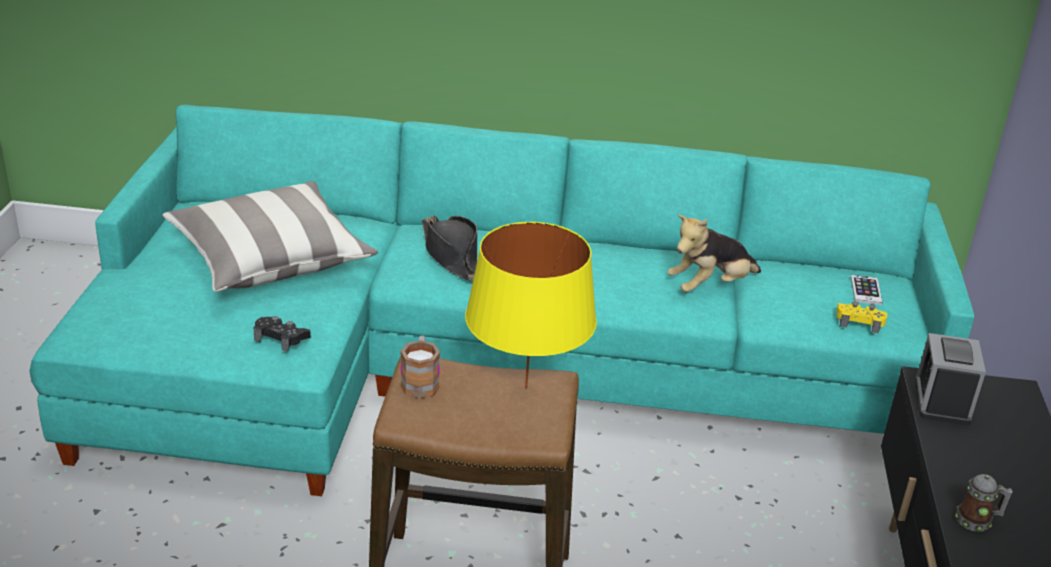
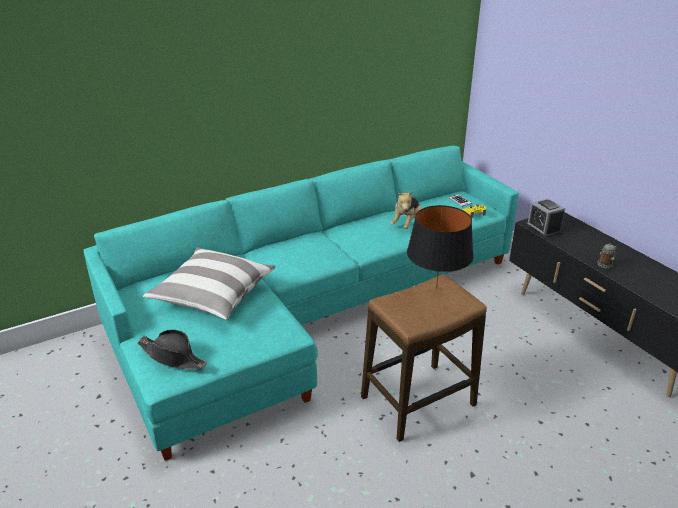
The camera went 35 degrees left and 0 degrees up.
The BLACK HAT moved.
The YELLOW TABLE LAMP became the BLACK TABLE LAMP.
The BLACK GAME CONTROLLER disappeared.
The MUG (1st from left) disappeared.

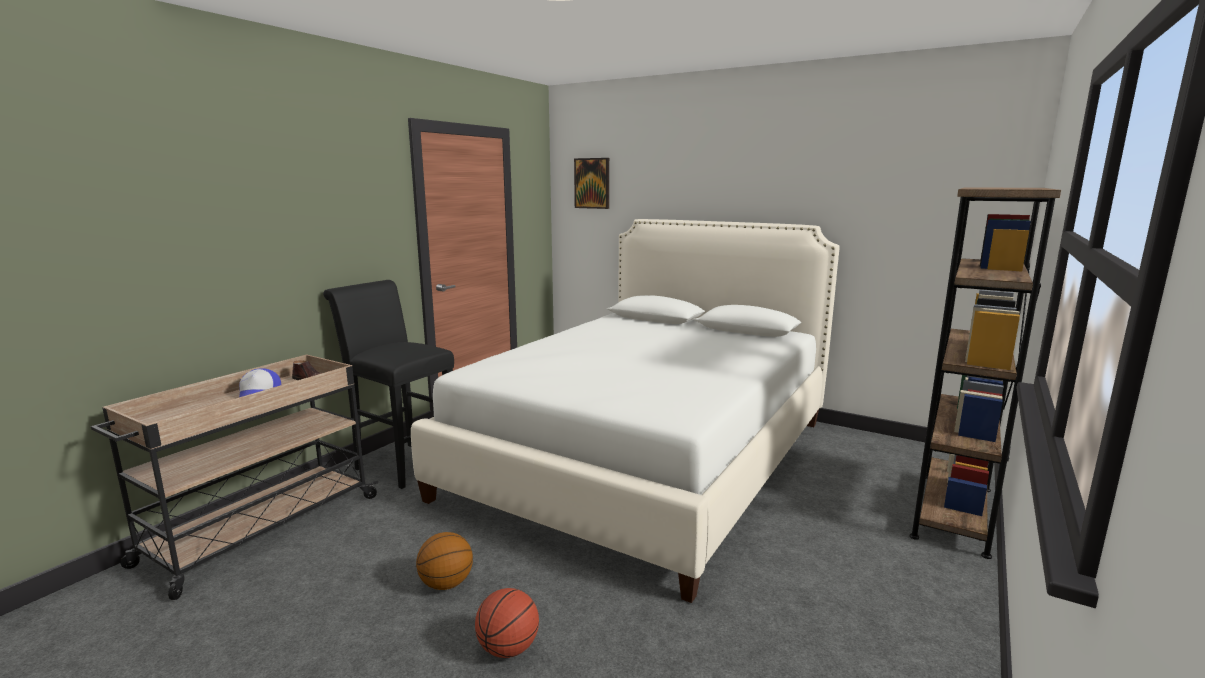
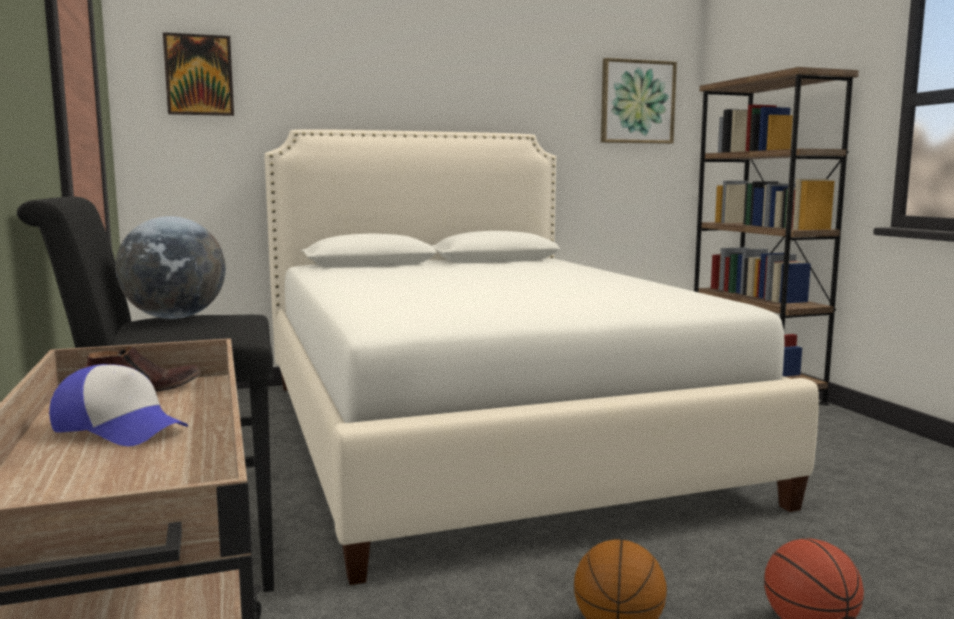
The camera went 50 degrees left and 5 degrees down.
The PICTURE (2nd from left) appeared.
The GLOBE appeared.

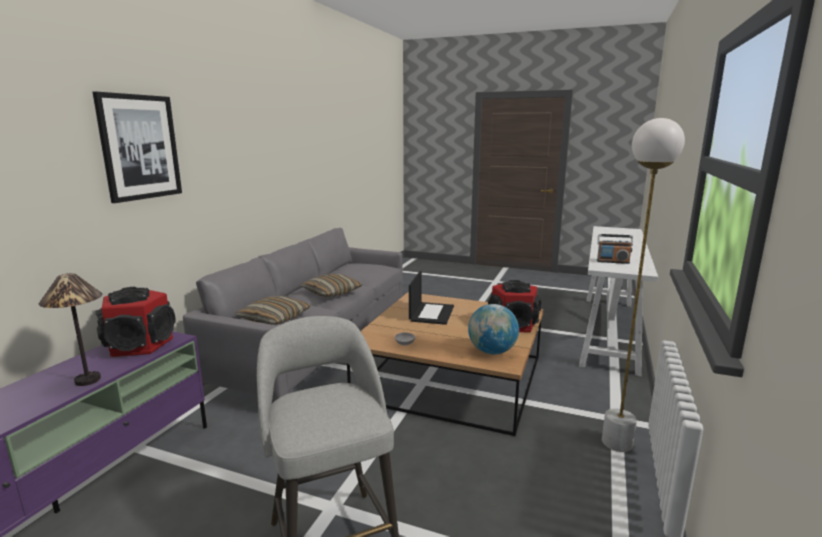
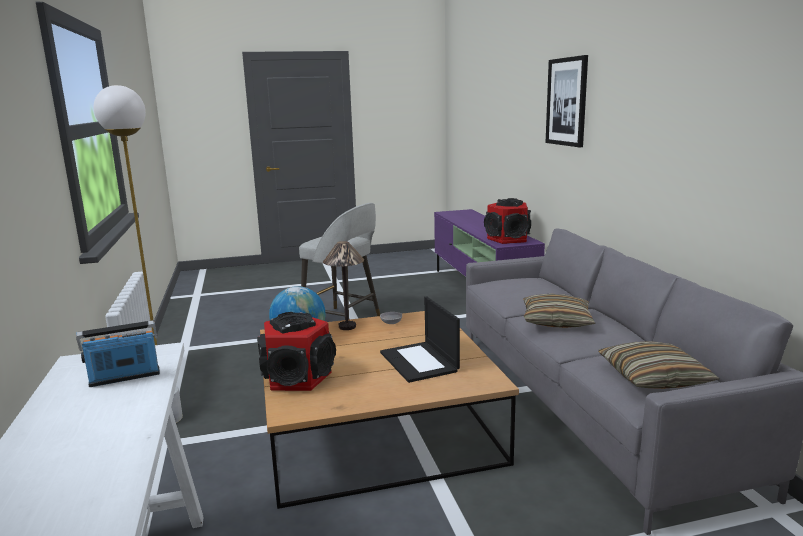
The camera went 145 degrees right and 0 degrees up.
The TABLE LAMP moved.
The PILLOW (1st from left in the first image) moved.

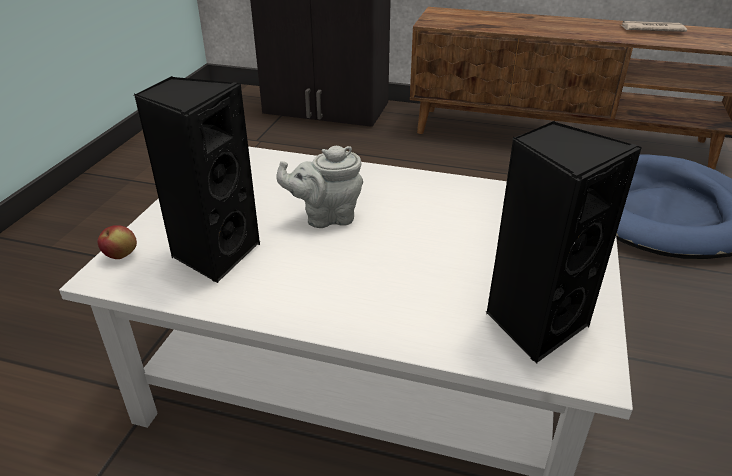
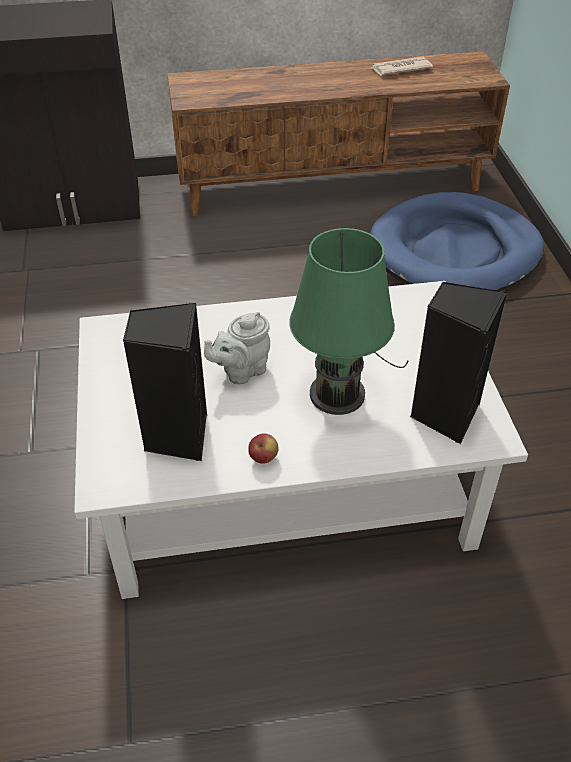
The camera went 25 degrees left and 10 degrees up.
The APPLE moved.
The GREEN TABLE LAMP appeared.

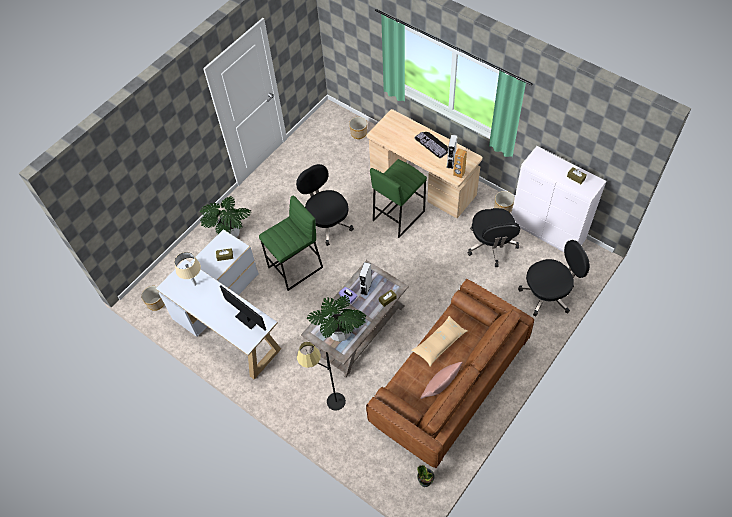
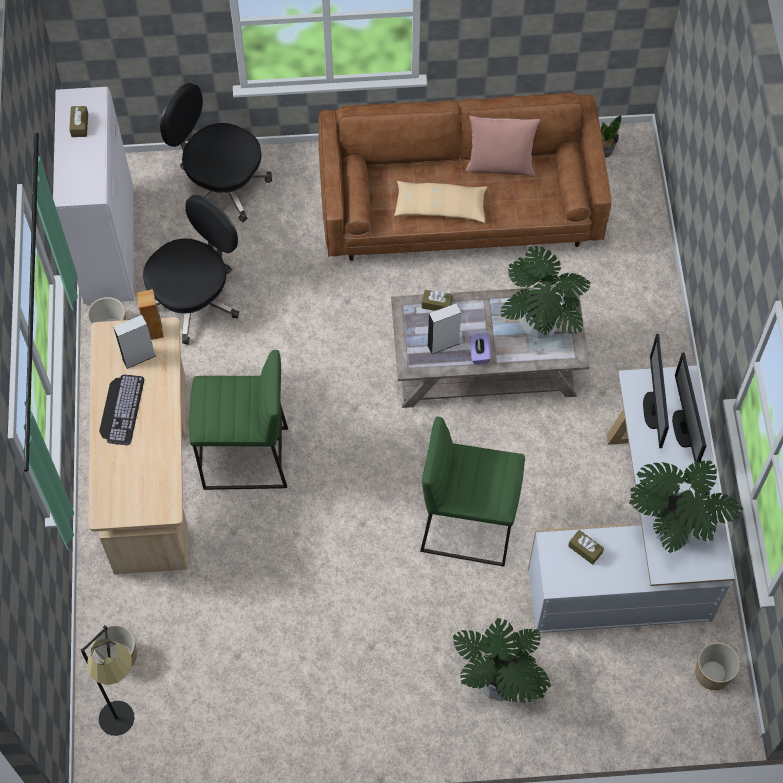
The camera went 135 degrees left and 5 degrees up.
The BLACK OFFICE CHAIR (1st from left) disappeared.
The BEIGE TABLE LAMP was replaced by the POTTED PLANT (4th from left).
The BLACK FLOOR LAMP moved.
The MONITOR (2nd from left) appeared.

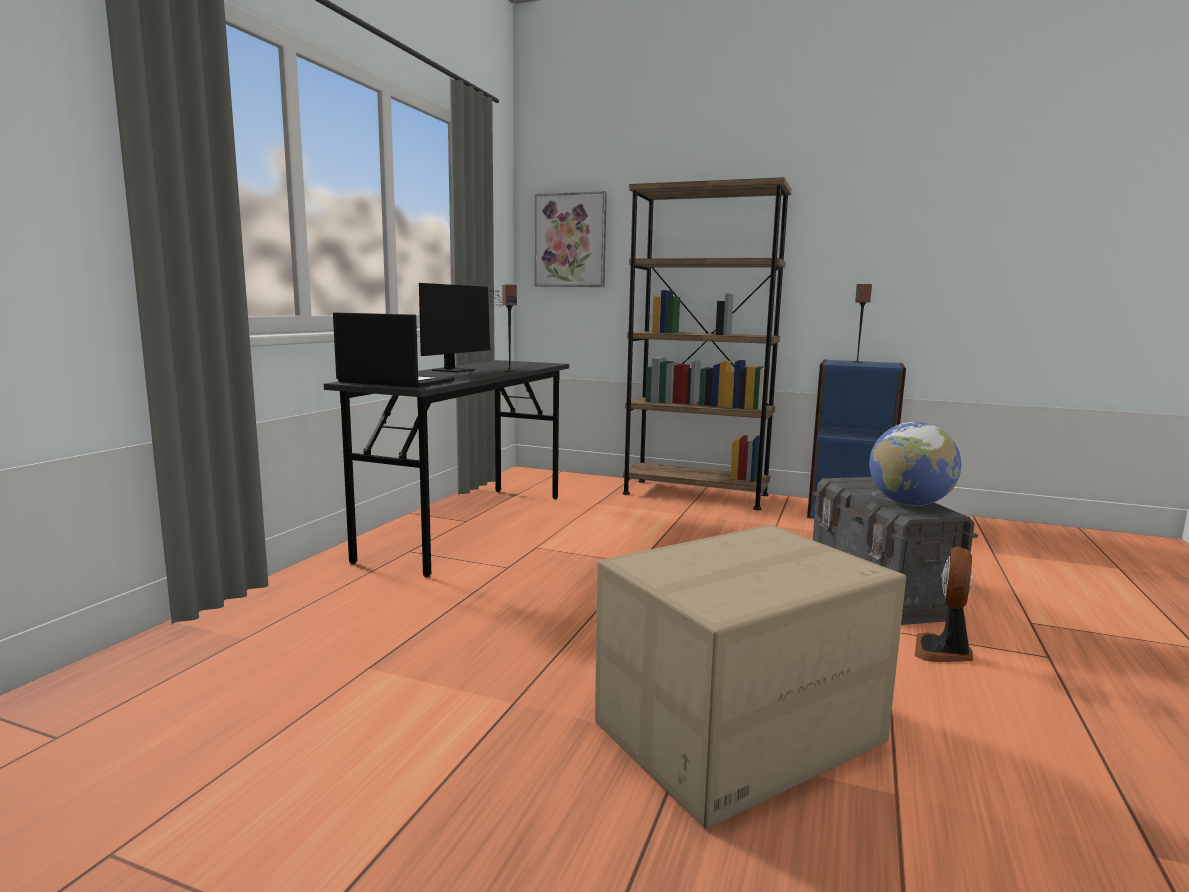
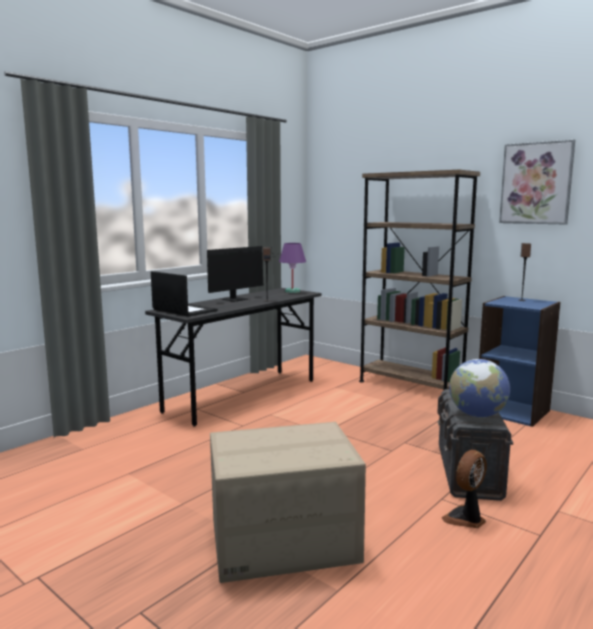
The camera went 20 degrees right and 0 degrees up.
The PICTURE moved.
The PURPLE TABLE LAMP appeared.

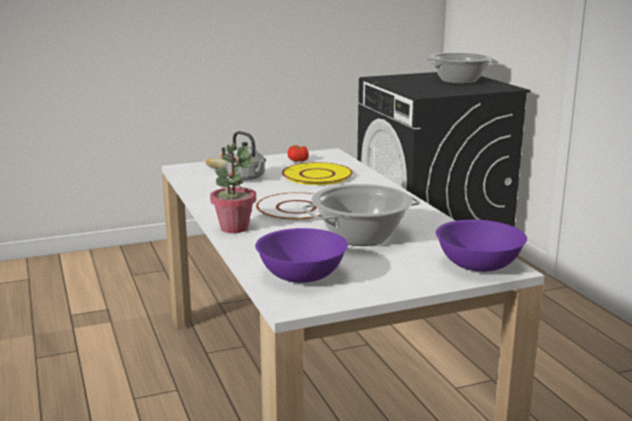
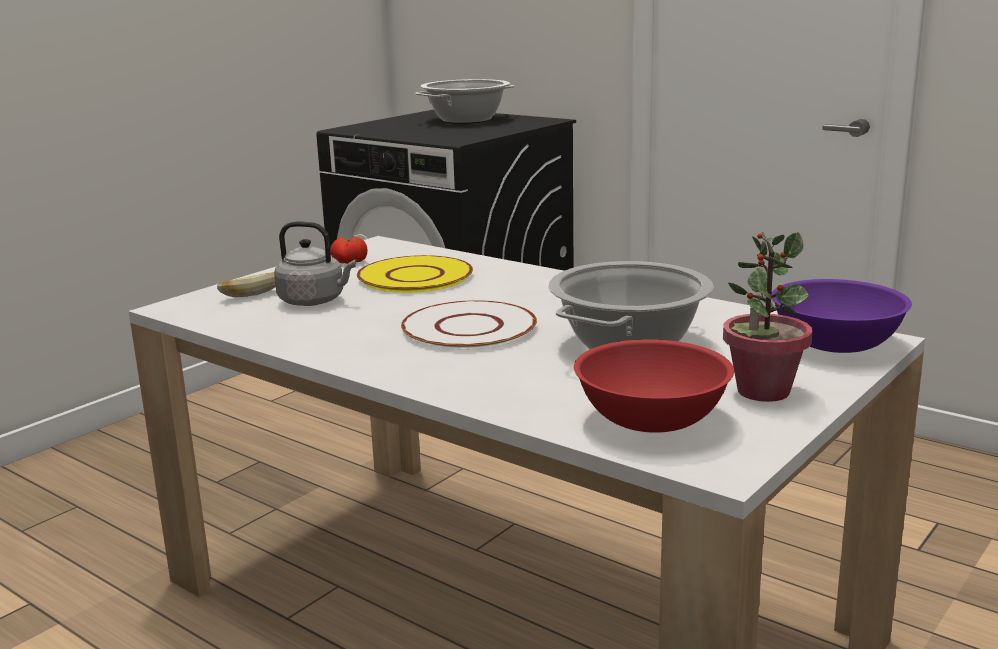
The camera went 30 degrees left and 0 degrees up.
The POTTED PLANT moved.
The PURPLE BOWL (1st from left) became the RED BOWL.

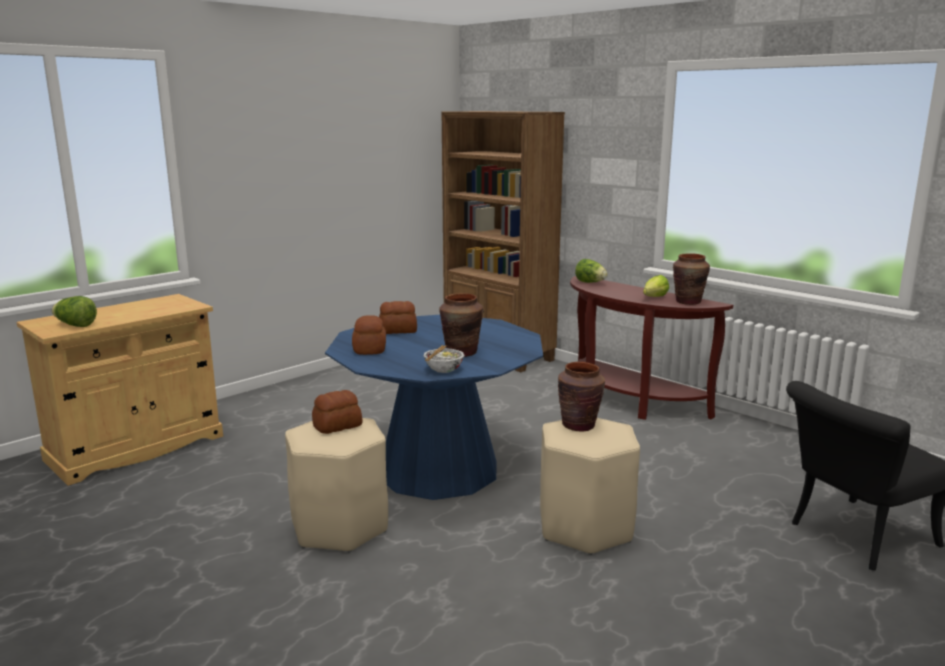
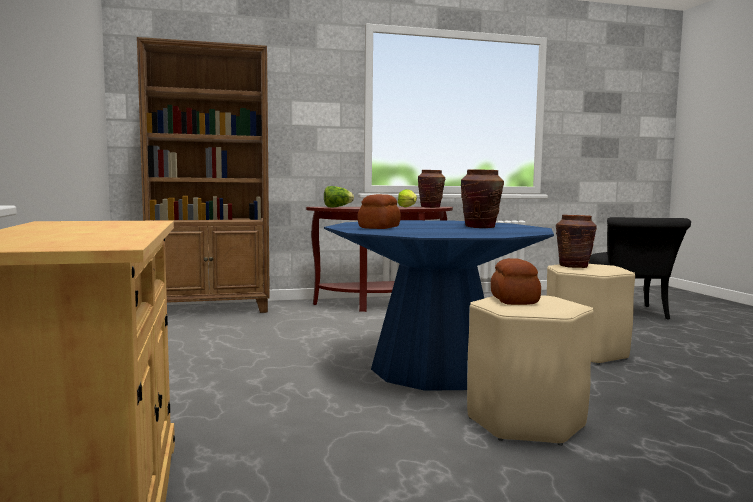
The camera went 60 degrees left and 10 degrees down.
The LETTUCE (1st from left) disappeared.
The BREAD (2nd from left) disappeared.
The BOWL disappeared.

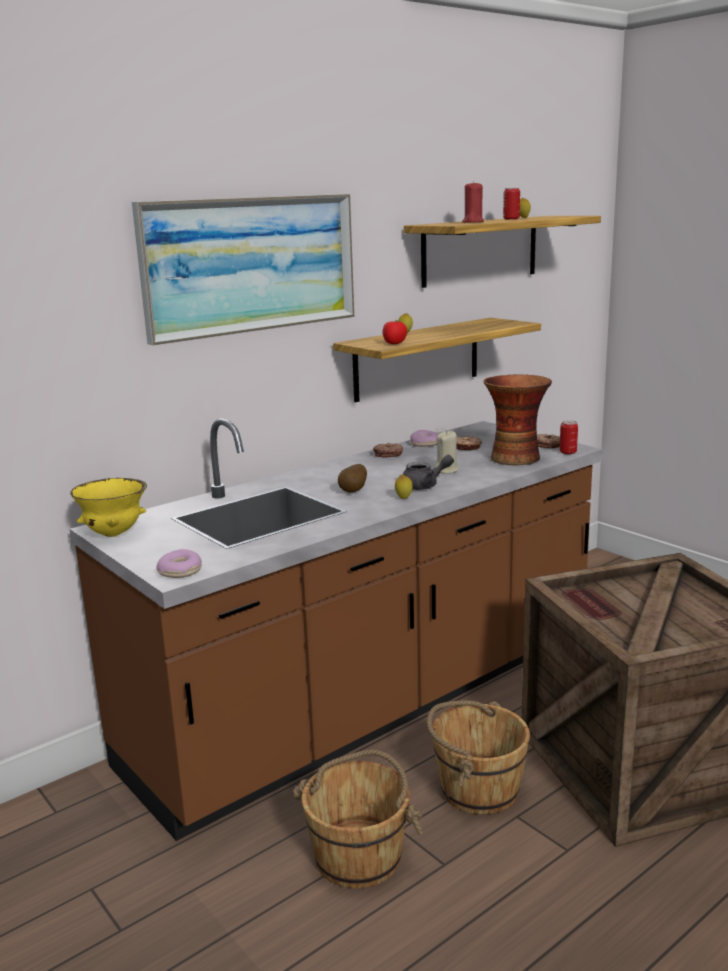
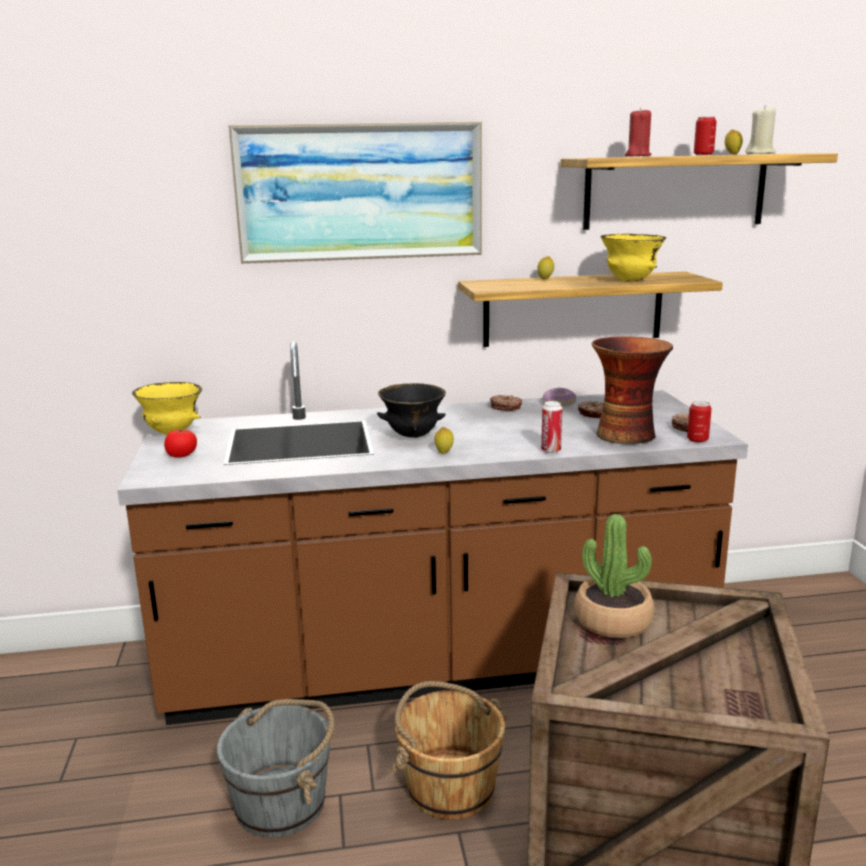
The camera went 30 degrees right and 0 degrees up.
The TOMATO moved.
The BEIGE CANDLE moved.
The GREY TEAPOT disappeared.
The POTATO was replaced by the BLACK BOWL.
The DONUT (1st from left) disappeared.
The BROWN BUCKET (1st from left) became the GREY BUCKET.
The YELLOW BOWL (2nd from left) appeared.
The CAN (1st from left) appeared.
The POTTED PLANT appeared.

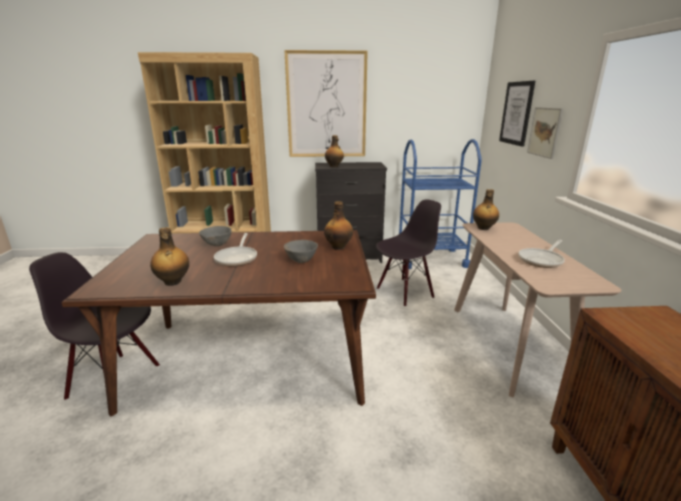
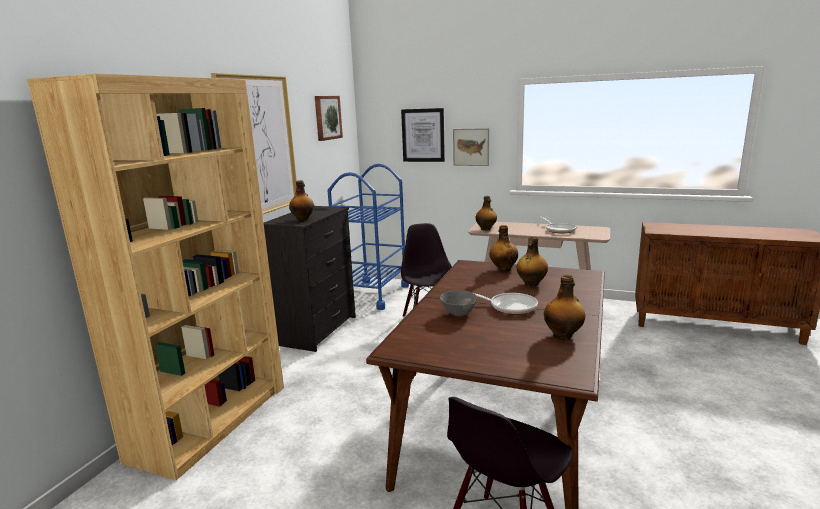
The camera went 65 degrees left and 5 degrees down.
The GREY BOWL (2nd from left) was replaced by the BOTTLE (4th from left).
The PICTURE (2nd from left) appeared.

